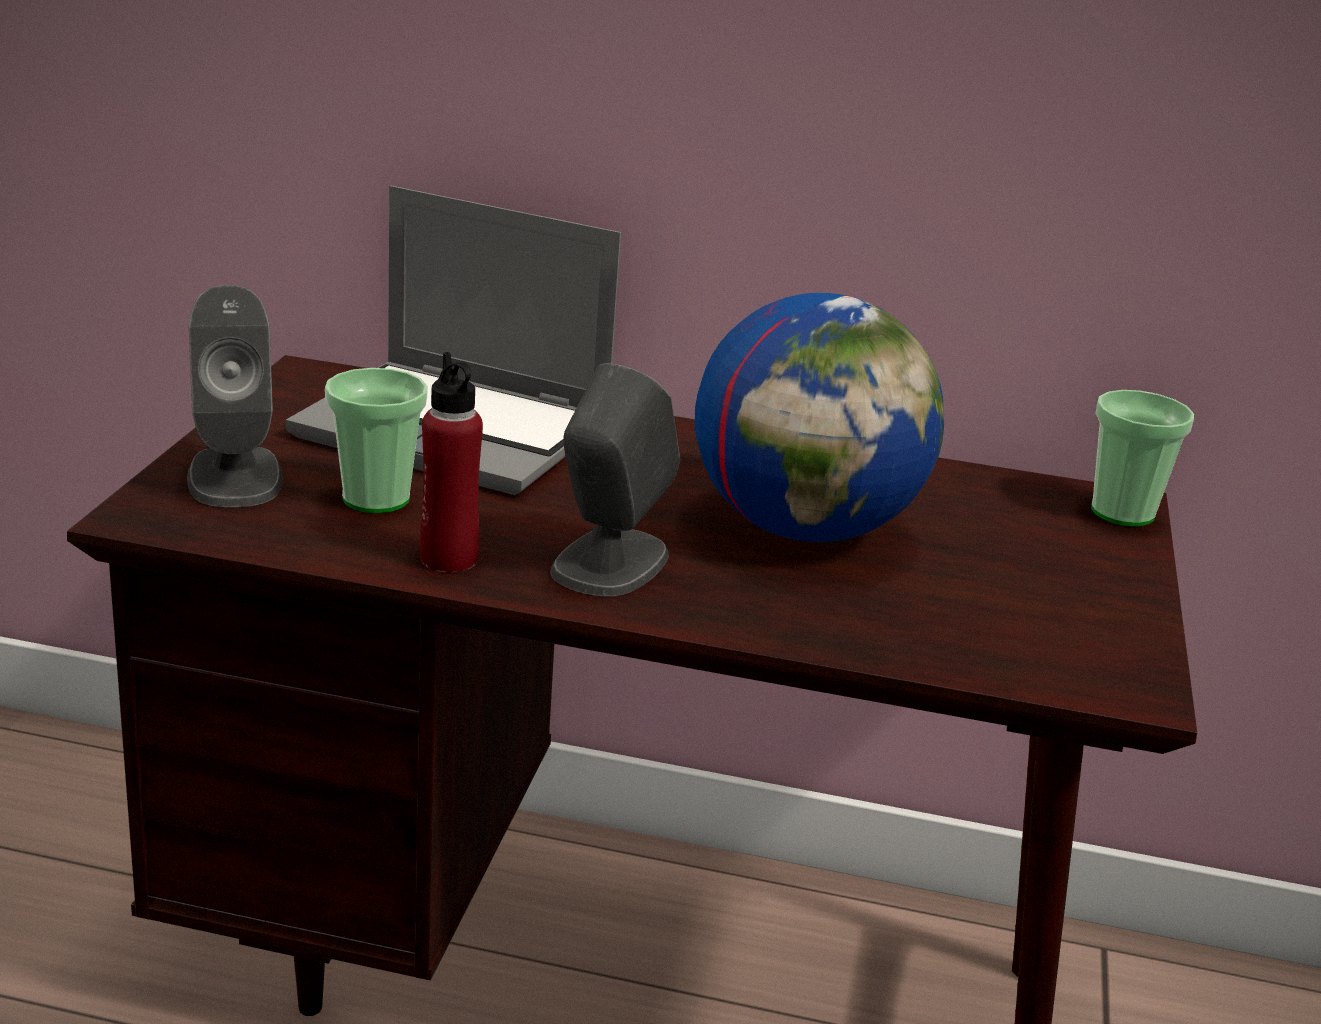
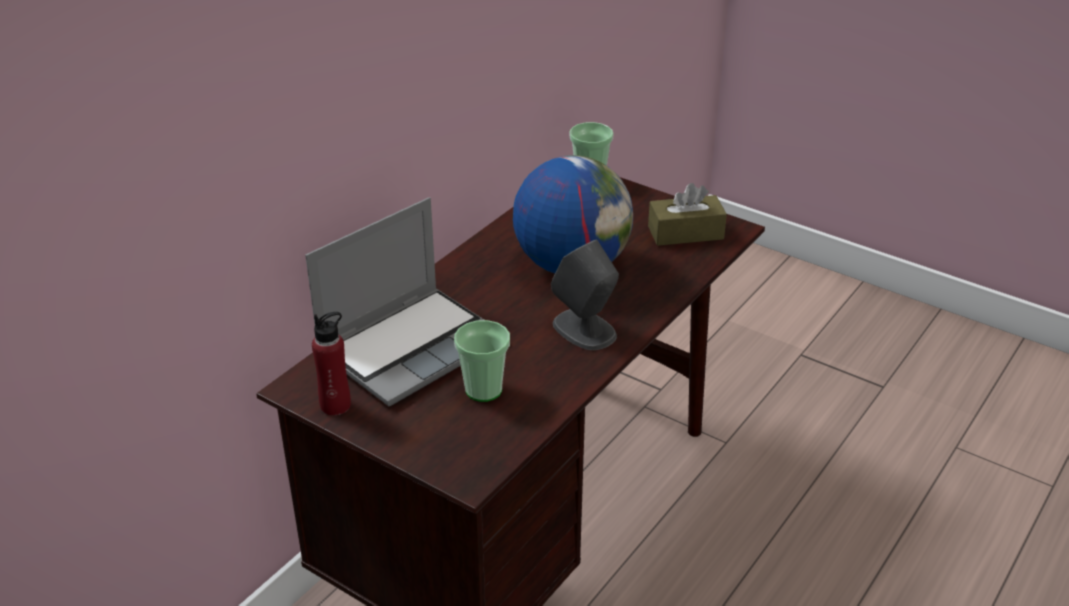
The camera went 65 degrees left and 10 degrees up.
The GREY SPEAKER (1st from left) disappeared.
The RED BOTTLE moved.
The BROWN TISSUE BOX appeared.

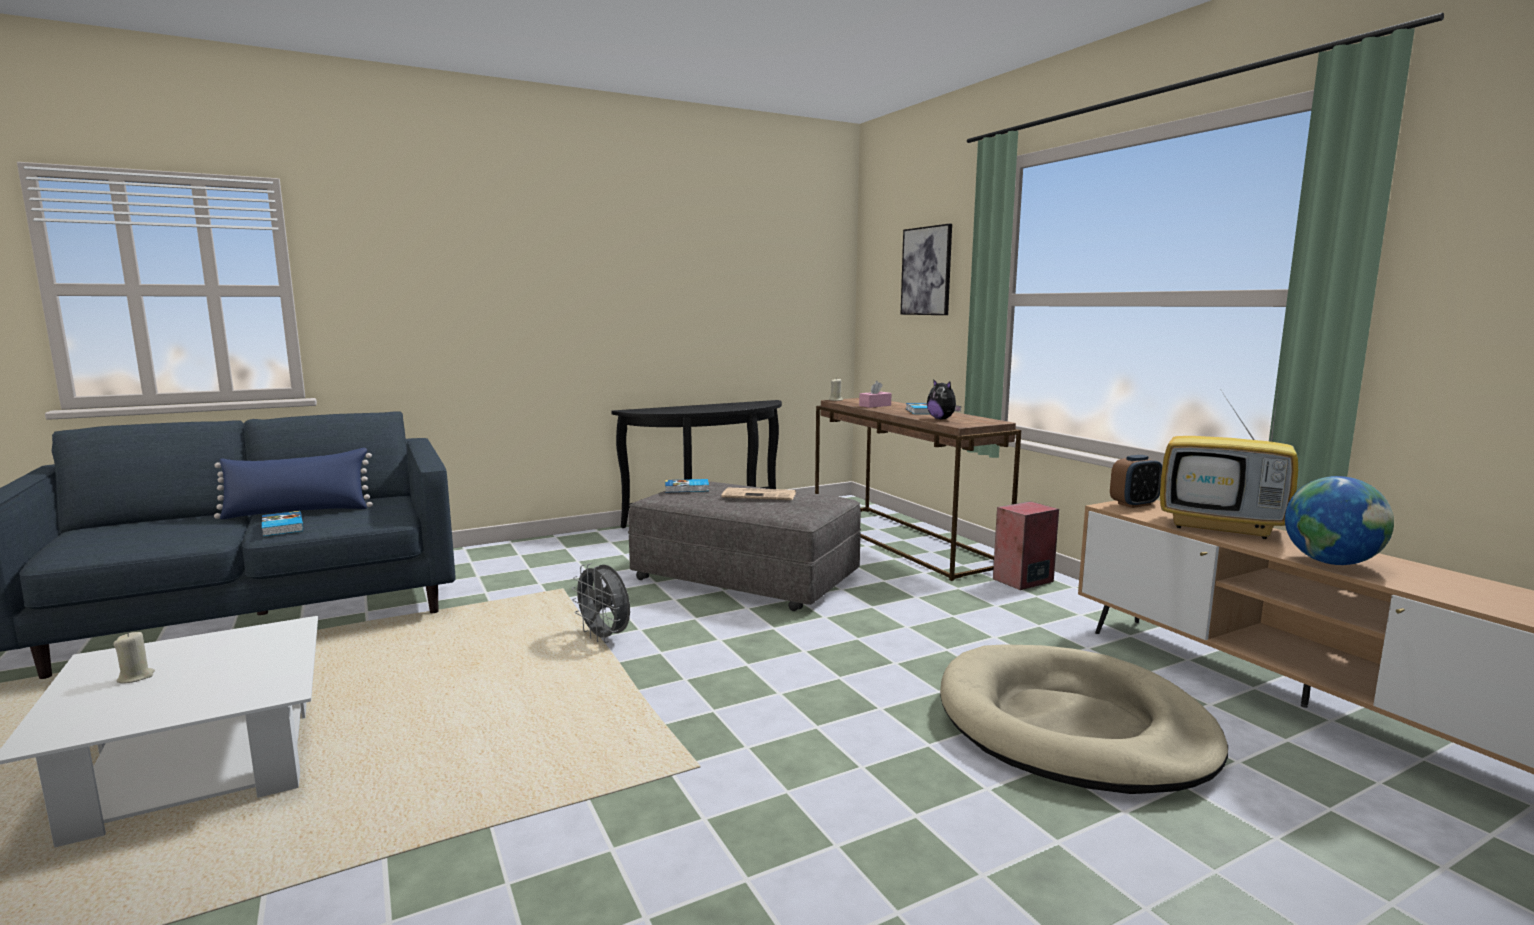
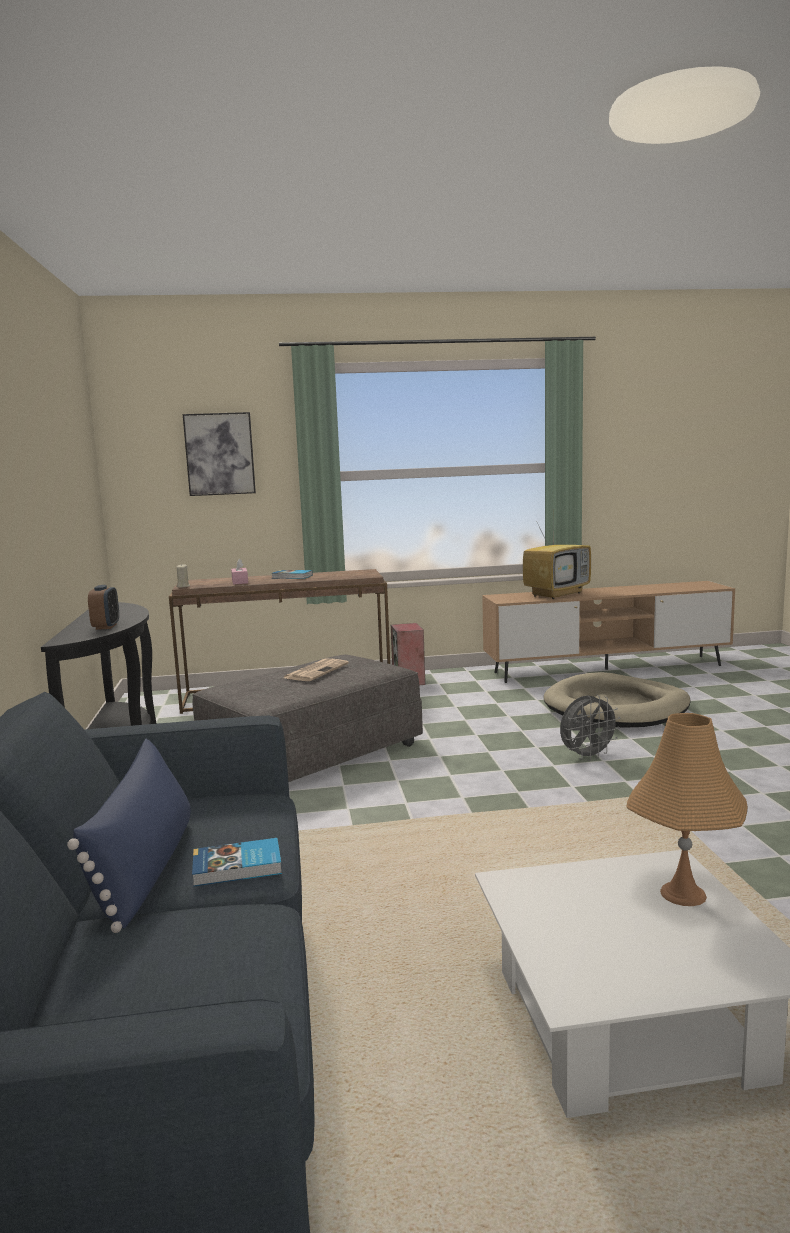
The camera went 70 degrees left and 0 degrees up.
The PLUSH TOY disappeared.
The ALARM CLOCK moved.
The GLOBE disappeared.
The BOOK (2nd from left) disappeared.
The GREY FAN moved.
The BEIGE CANDLE (1st from left) disappeared.
The ORANGE TABLE LAMP appeared.

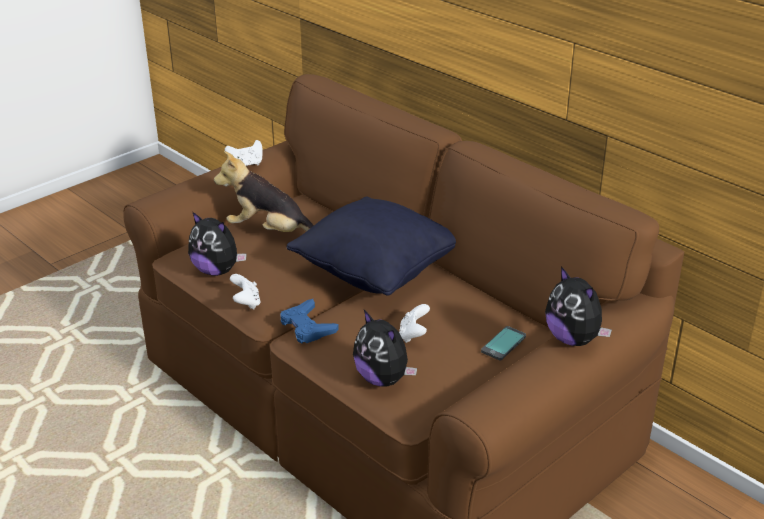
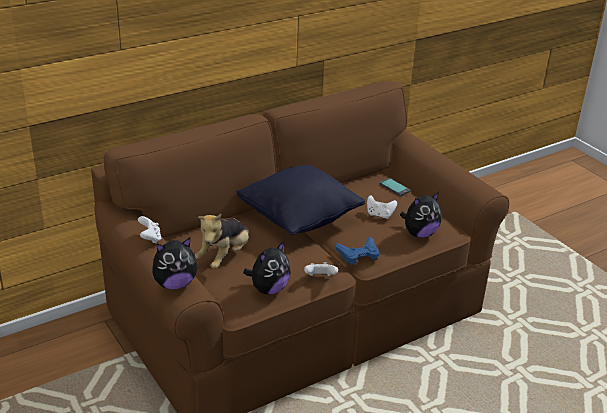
The camera went 80 degrees left and 0 degrees up.
The PLUSH TOY (4th from left in the first image) moved.

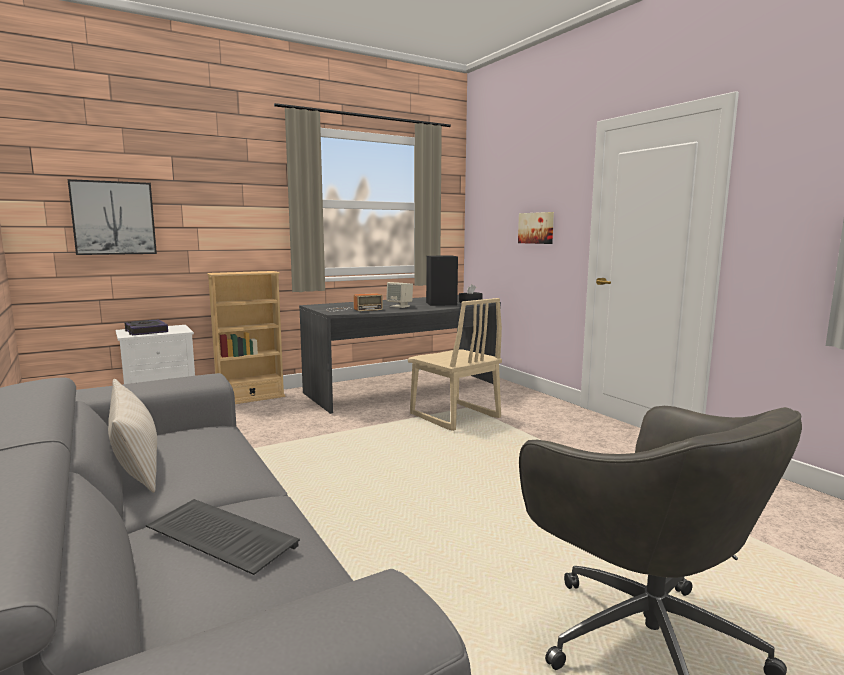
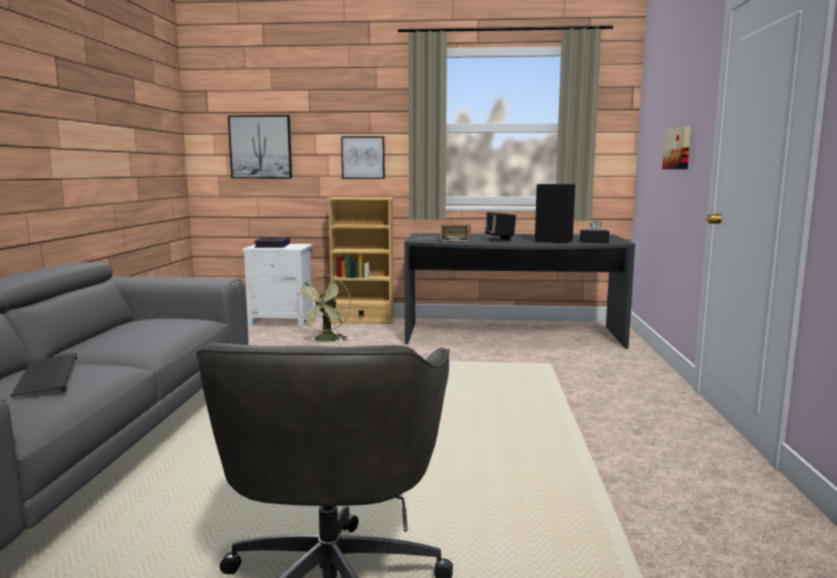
The camera went 35 degrees right and 0 degrees up.
The BEIGE SPEAKER became the BLACK SPEAKER (1st from left).
The BEIGE CHAIR disappeared.
The BEIGE PILLOW disappeared.
The PICTURE (2nd from left) appeared.
The GREEN FAN appeared.

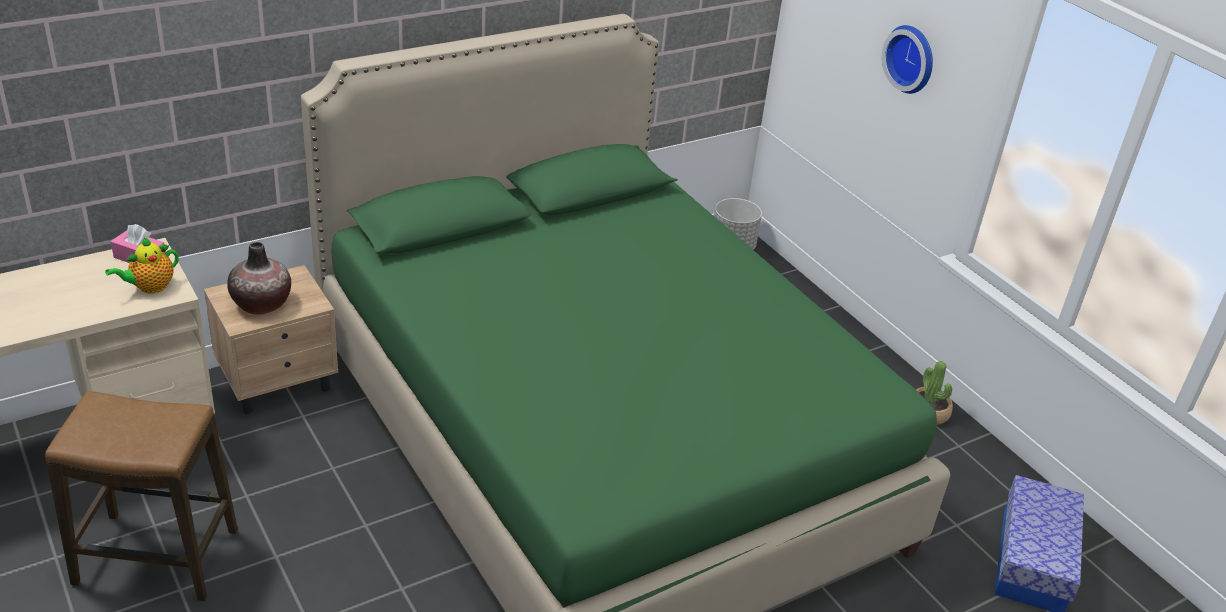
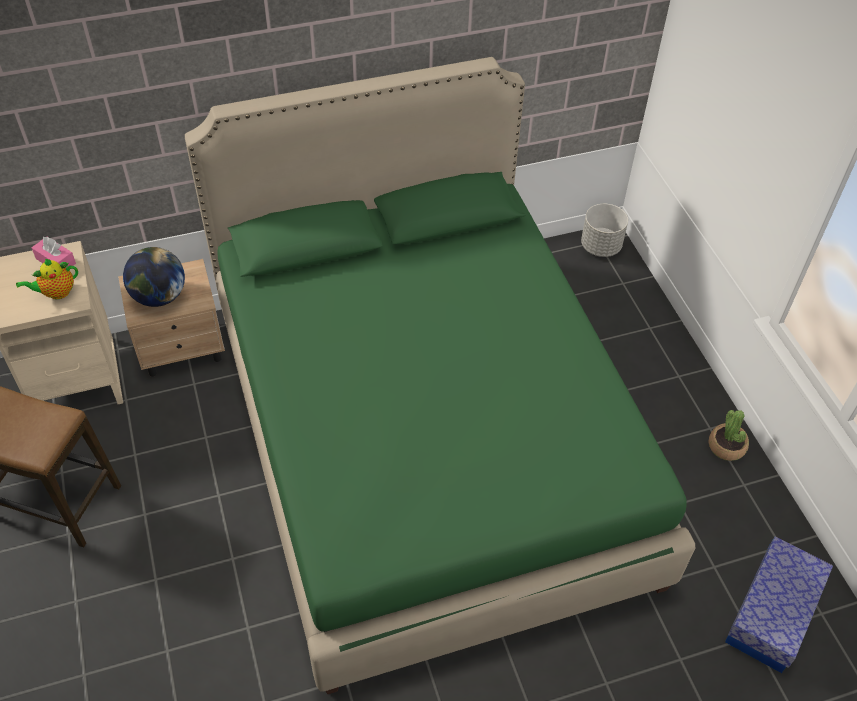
The camera went 15 degrees right and 15 degrees up.
The WALL CLOCK disappeared.
The VASE was replaced by the GLOBE.

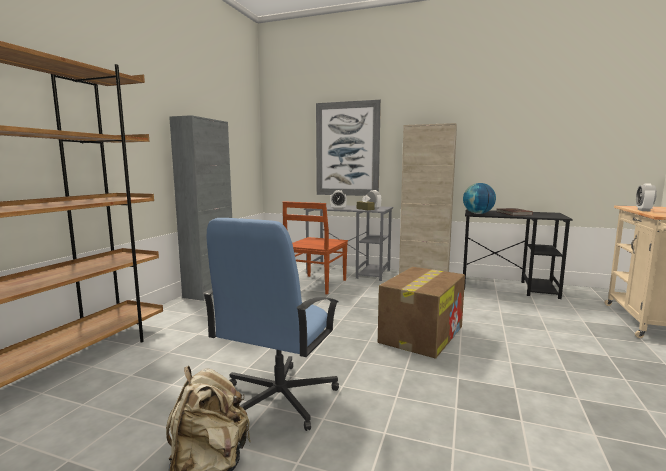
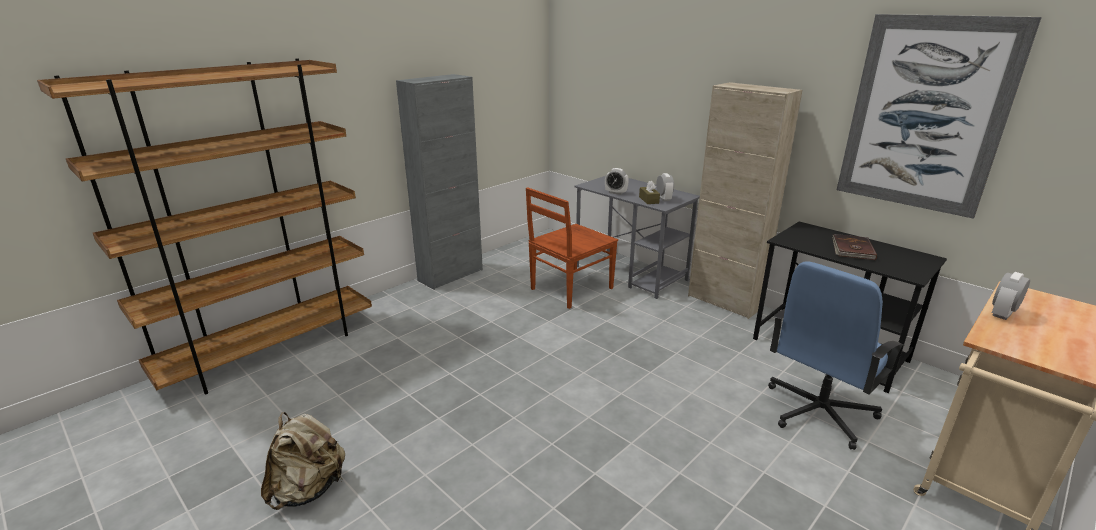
The camera went 25 degrees right and 15 degrees up.
The PICTURE moved.
The GLOBE disappeared.
The BLUE OFFICE CHAIR moved.
The CARDBOARD BOX disappeared.

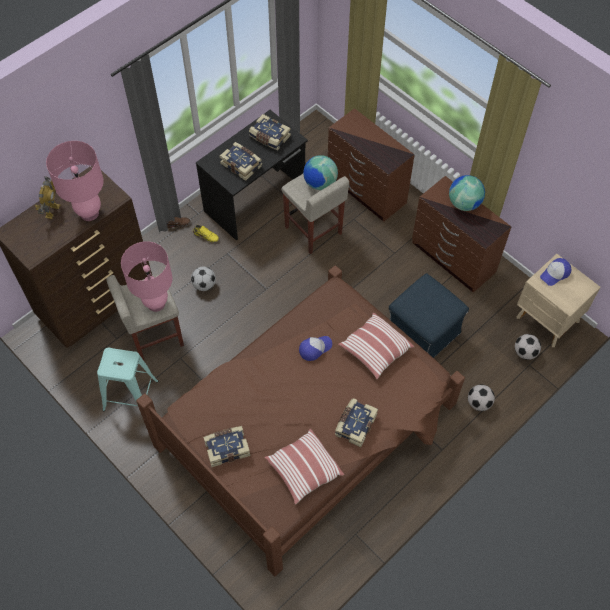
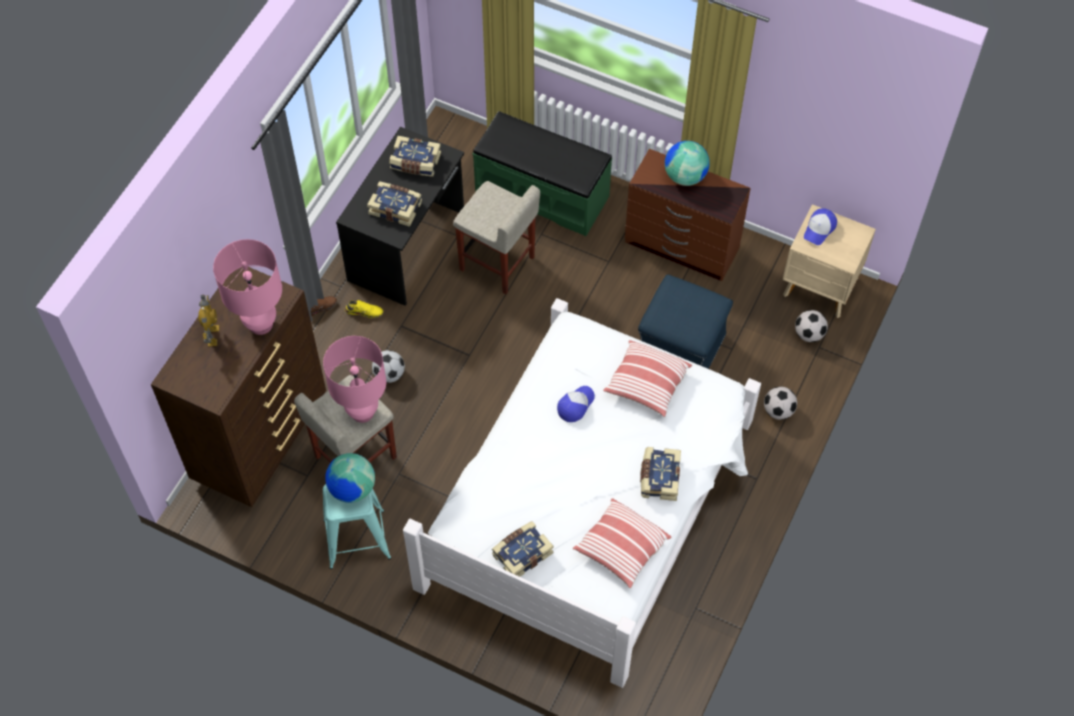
The camera went 20 degrees left and 0 degrees up.
The BROWN DRESSER (2nd from left) was replaced by the GREEN BENCH.
The GLOBE (1st from left) moved.
The BROWN BED became the WHITE BED.

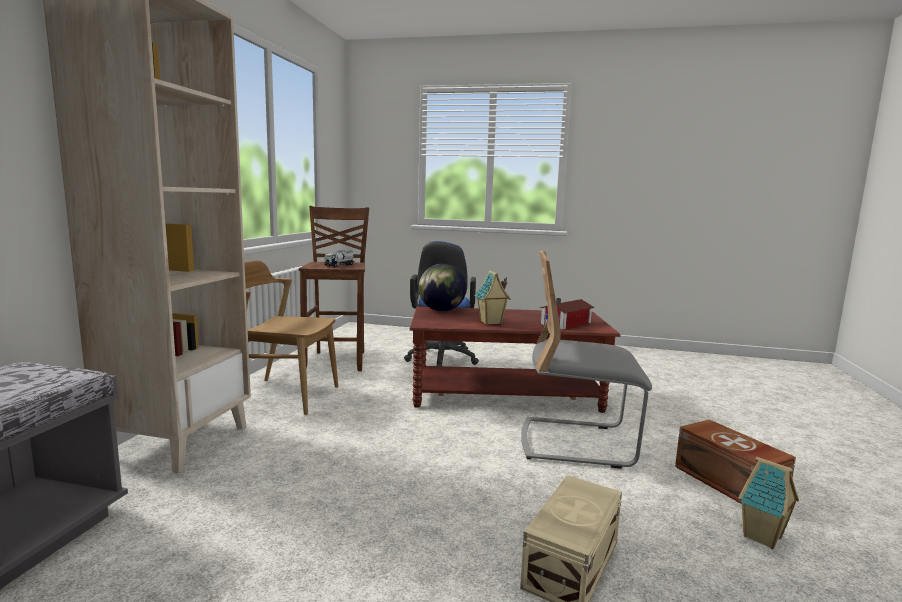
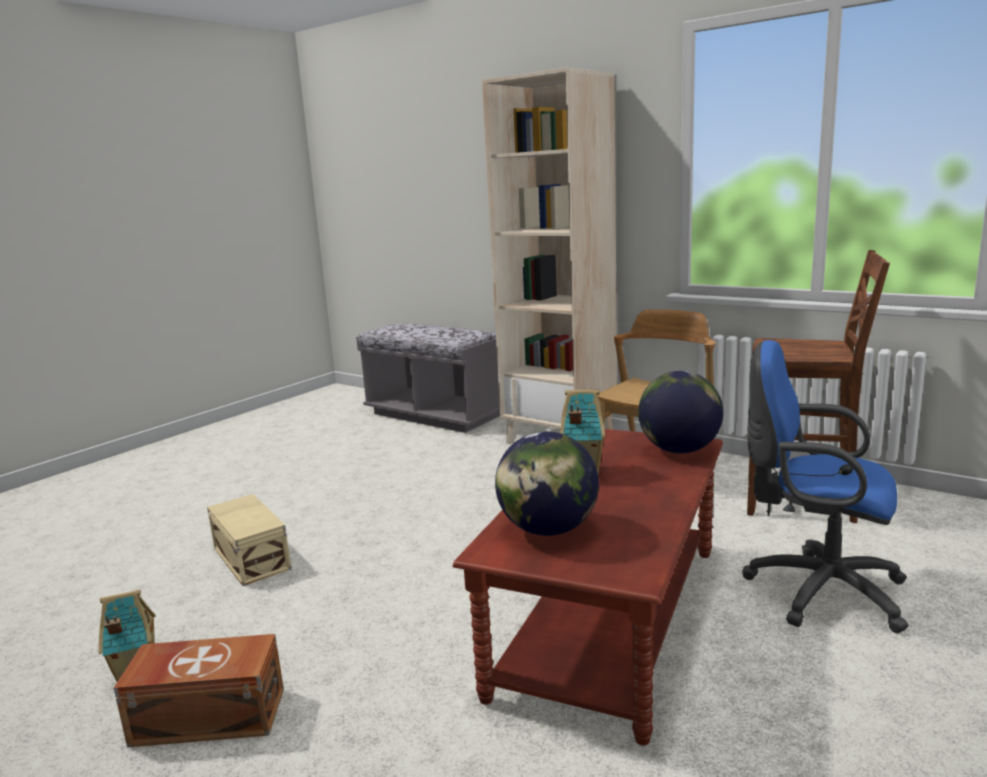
The camera went 115 degrees right and 5 degrees up.
The TOY TRUCK disappeared.
The GREY CHAIR disappeared.
The TOY HOUSE (2nd from left) was replaced by the GLOBE (1st from left).

